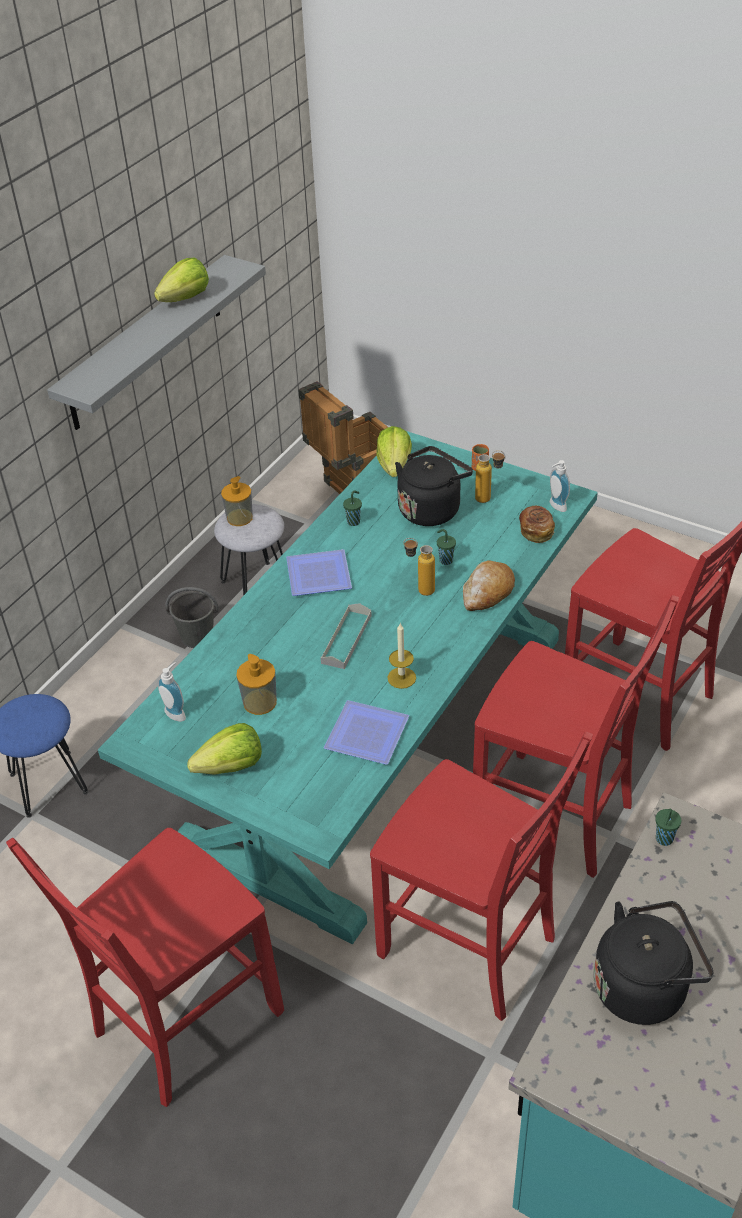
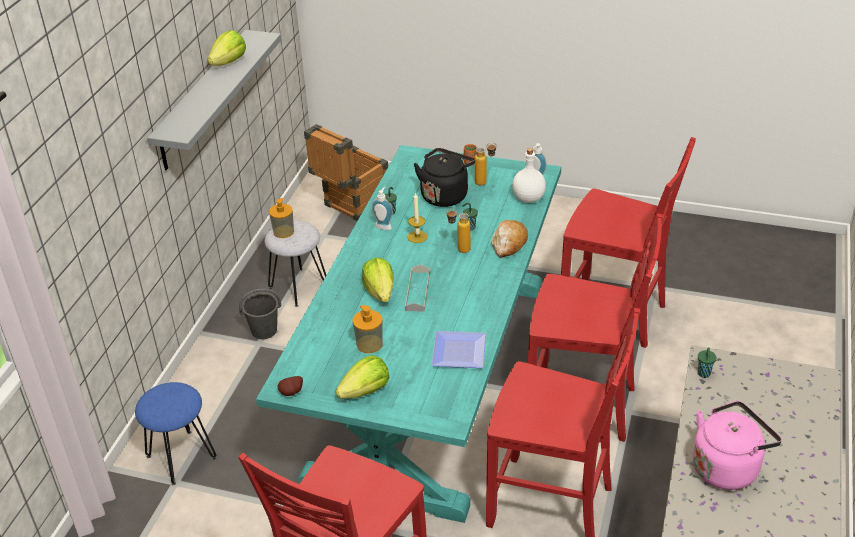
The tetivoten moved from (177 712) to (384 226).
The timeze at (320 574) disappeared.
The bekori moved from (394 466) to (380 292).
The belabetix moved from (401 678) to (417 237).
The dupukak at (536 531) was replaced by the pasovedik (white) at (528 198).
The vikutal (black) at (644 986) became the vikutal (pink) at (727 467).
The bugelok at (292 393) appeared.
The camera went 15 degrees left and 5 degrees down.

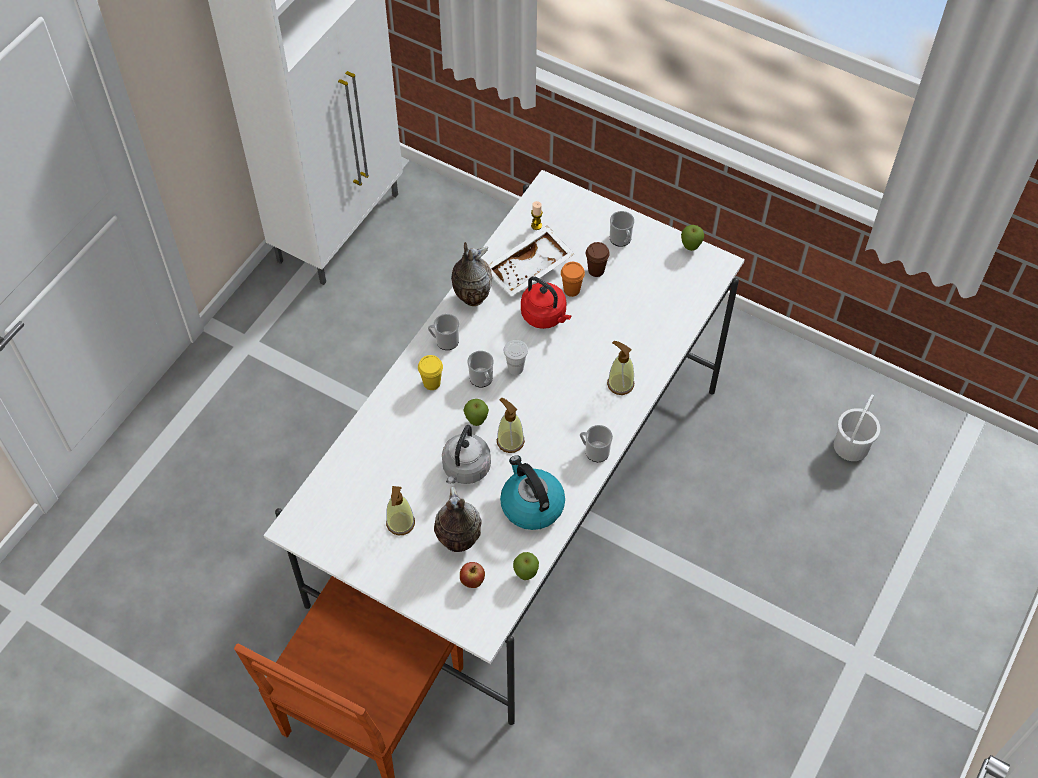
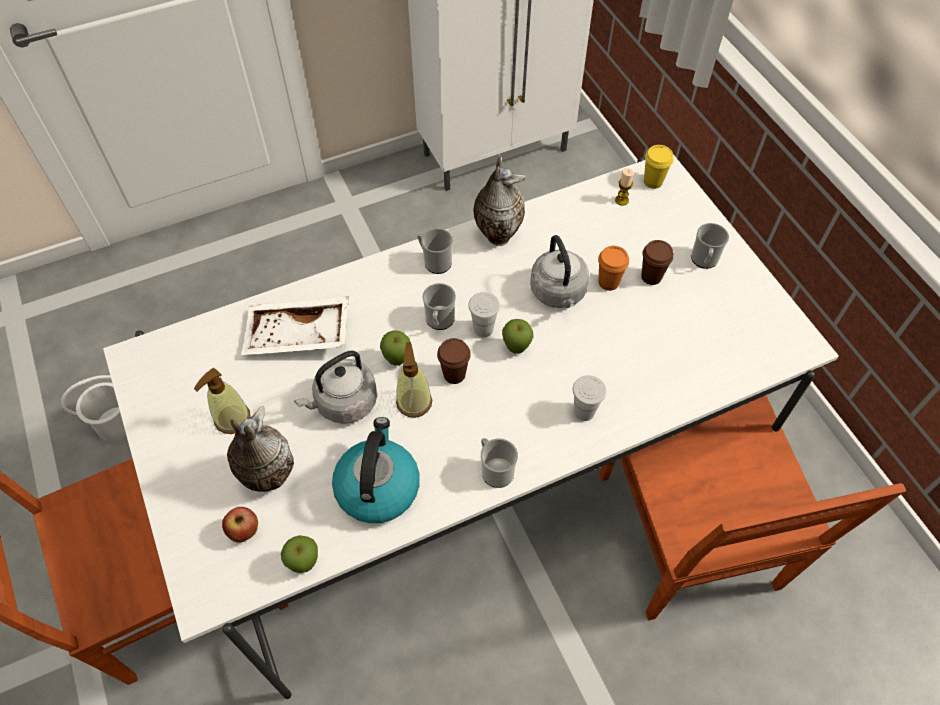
The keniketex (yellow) moved from (431 383) to (653 181).
The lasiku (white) moved from (530 269) to (298 336).
The vikutal (red) at (545 316) became the vikutal (grey) at (559 293).
The tetivoten at (620 384) was replaced by the keniketex (white) at (584 412).
The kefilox moved from (690 248) to (516 348).
The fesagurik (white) moved from (852 446) to (116 424).
The keniketex (brown) at (454 374) appeared.
The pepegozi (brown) at (688 535) appeared.
The camera went 35 degrees right and 0 degrees up.

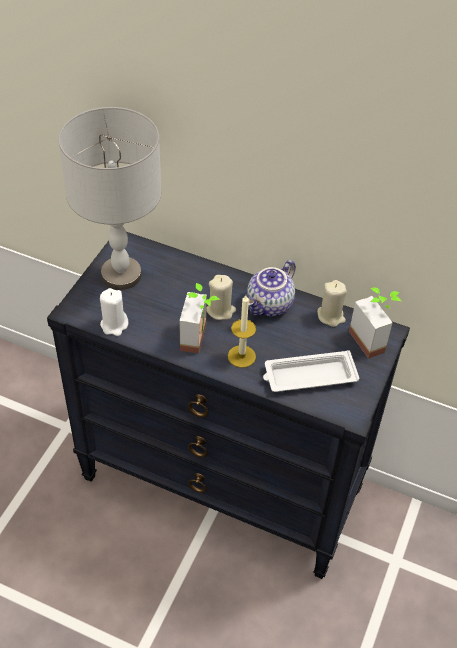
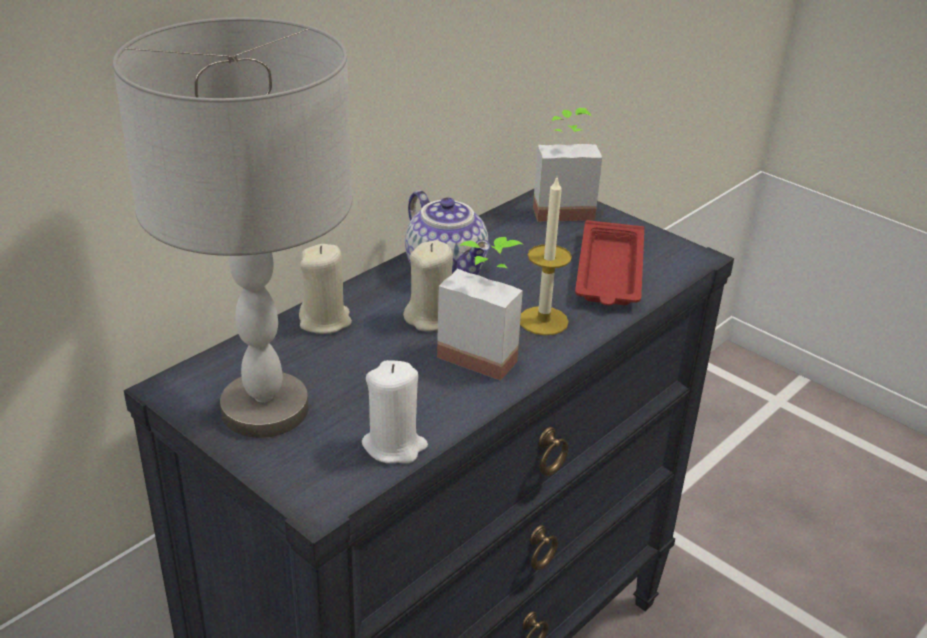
The lasiku (white) at (308 376) became the lasiku (red) at (609 273).
The belabetix (beige) moved from (331 316) to (325 321).
The camera went 70 degrees left and 15 degrees down.

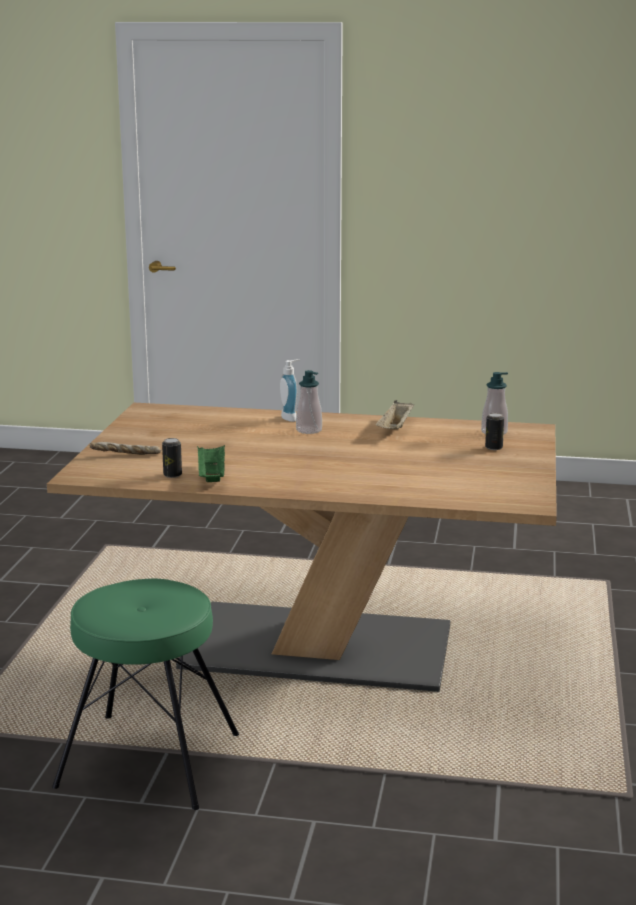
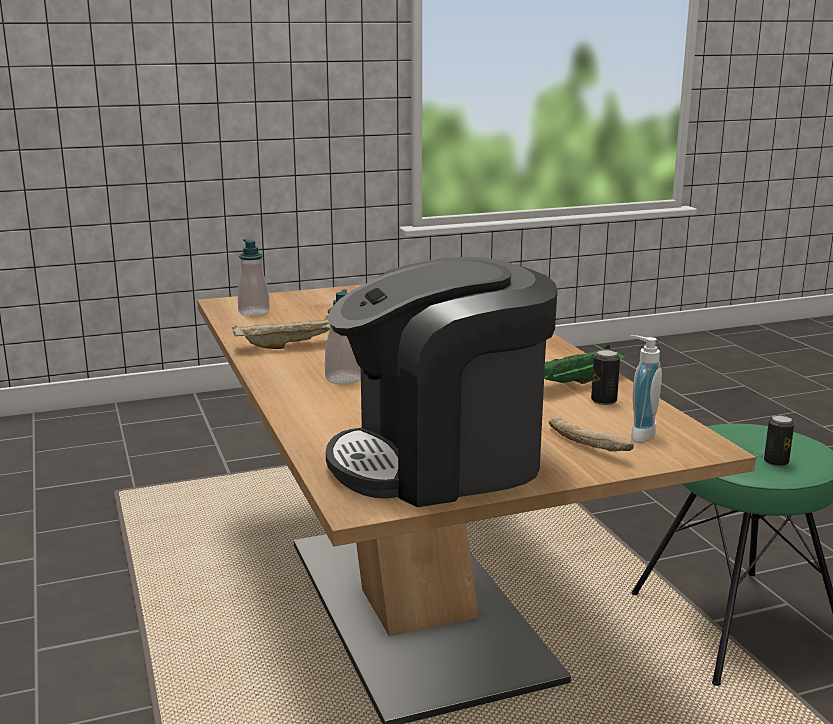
The tetivoten moved from (291 418) to (638 434).
The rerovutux moved from (493 447) to (776 462).
The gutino at (441 461) appeared.
The camera went 120 degrees left and 0 degrees up.

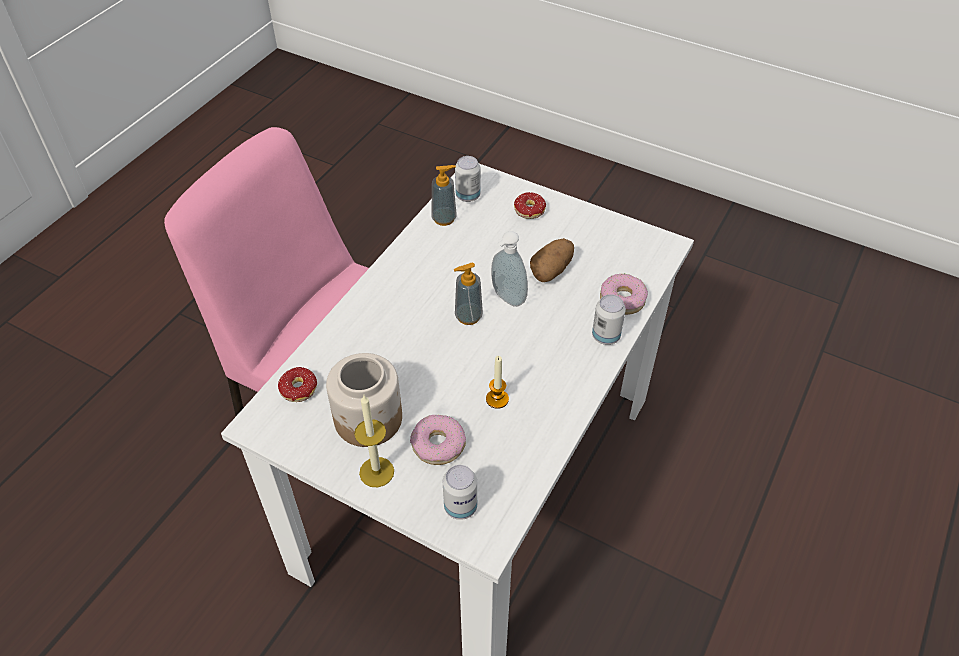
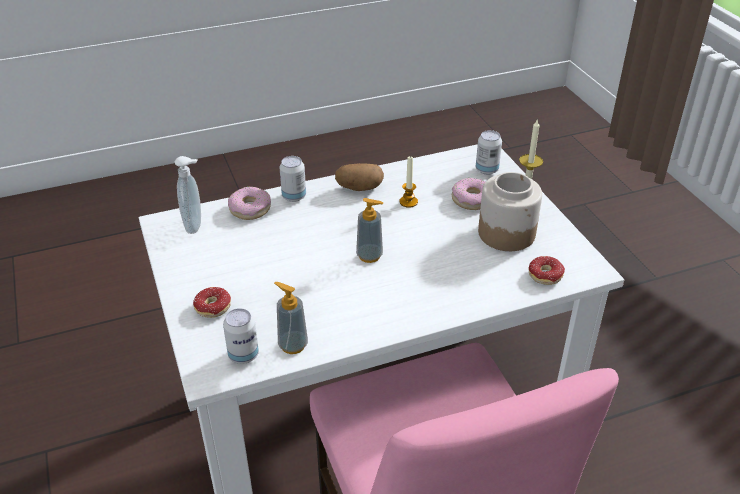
The tetivoten moved from (506 299) to (195 225).
The bugelok moved from (551 270) to (359 188).
The camera went 140 degrees left and 10 degrees down.

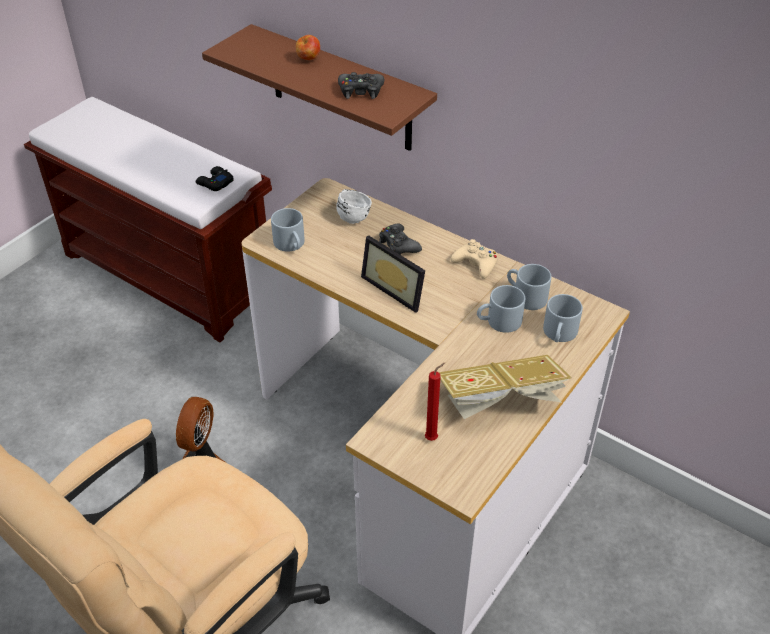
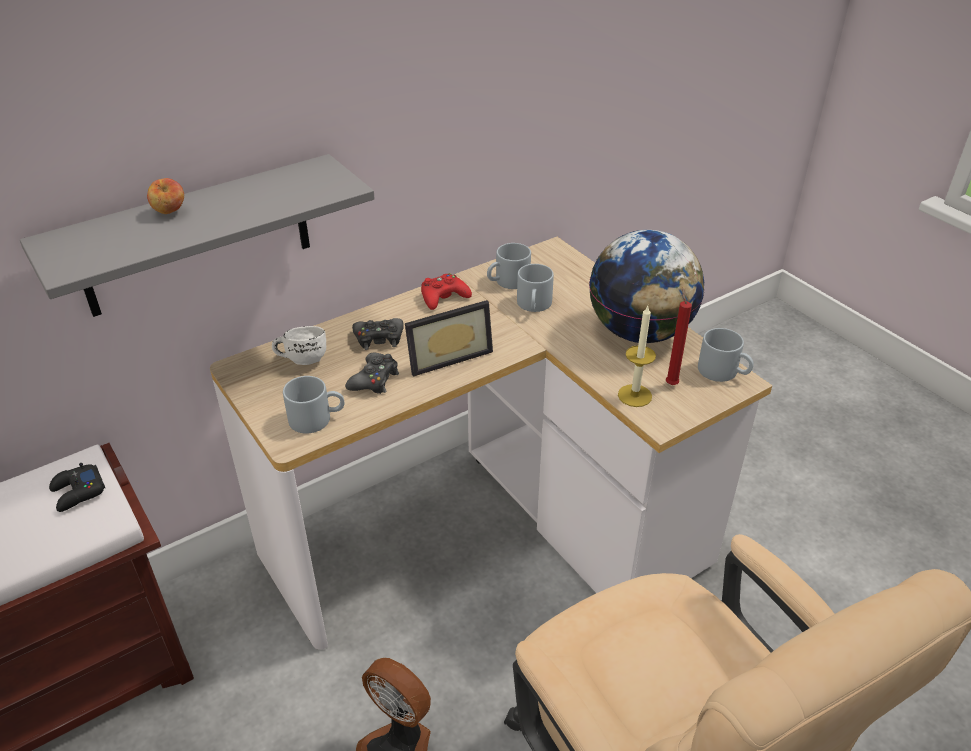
The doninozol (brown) at (340 89) became the doninozol (grey) at (196 237).
The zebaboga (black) moved from (361 91) to (374 380).
The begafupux at (500 402) was replaced by the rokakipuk at (639 332).
The zebaboga (beige) at (476 264) became the zebaboga (red) at (443 297).
The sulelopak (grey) moved from (559 334) to (724 372).
The belabetix at (634 395) appeared.
The camera went 70 degrees left and 5 degrees down.

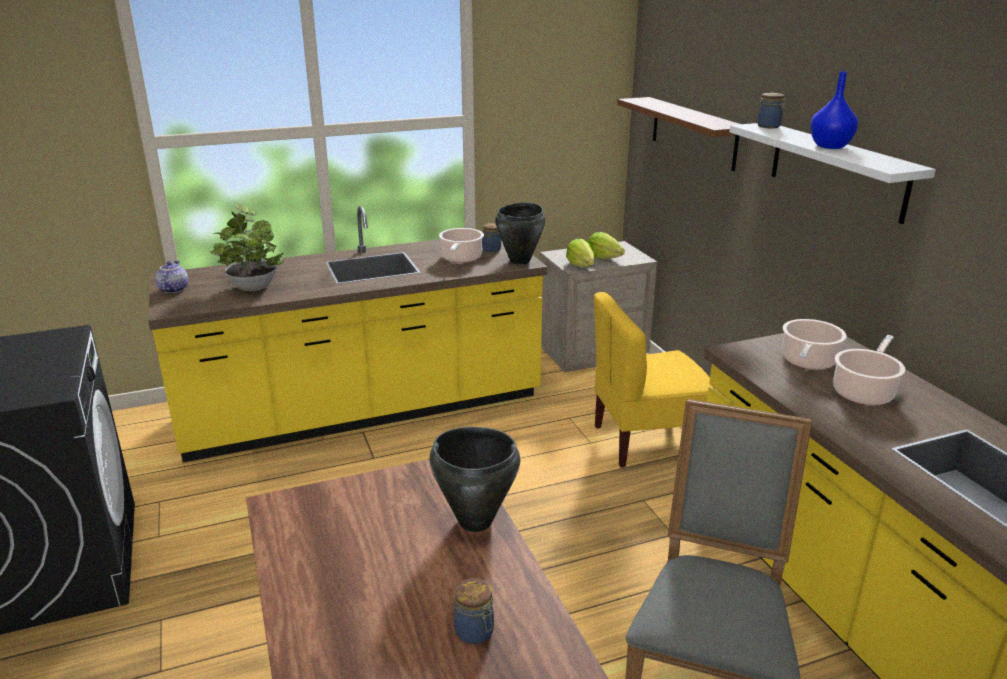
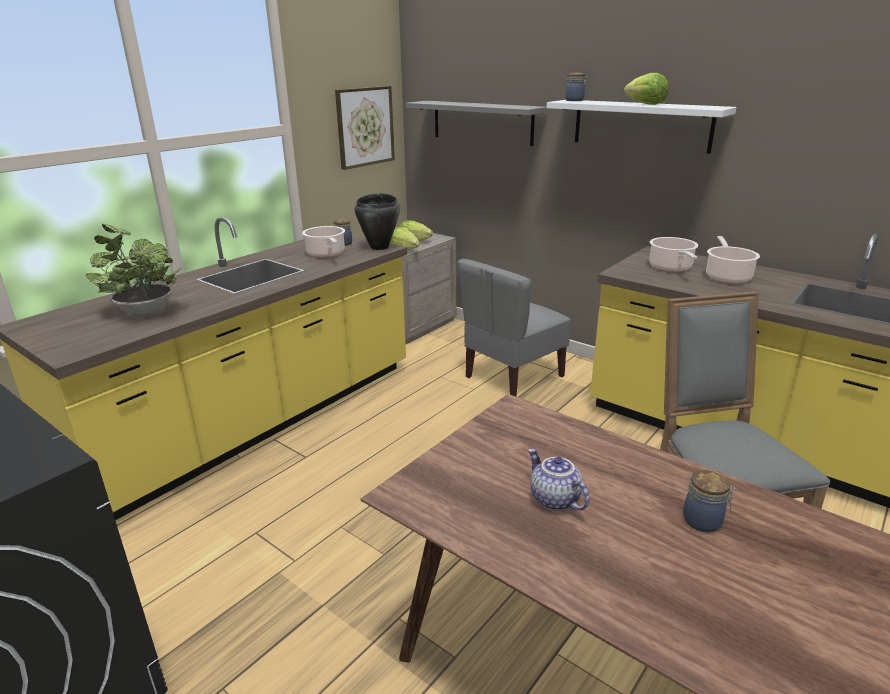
The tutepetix moved from (173 289) to (553 499).
The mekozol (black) at (475 521) disappeared.
The pepegozi (yellow) at (647 442) became the pepegozi (grey) at (512 376).
The doninozol (brown) at (693 132) became the doninozol (grey) at (482 122).
The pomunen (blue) at (829 146) was replaced by the bekori at (645 104).
The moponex at (365 127) appeared.
The camera went 30 degrees left and 0 degrees up.

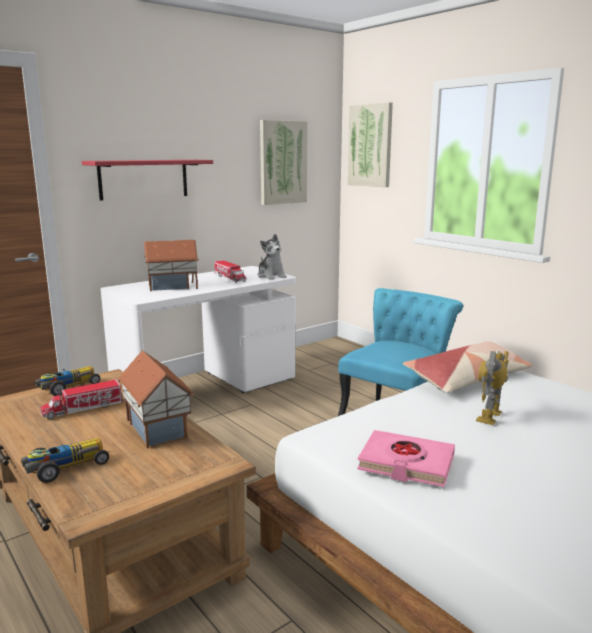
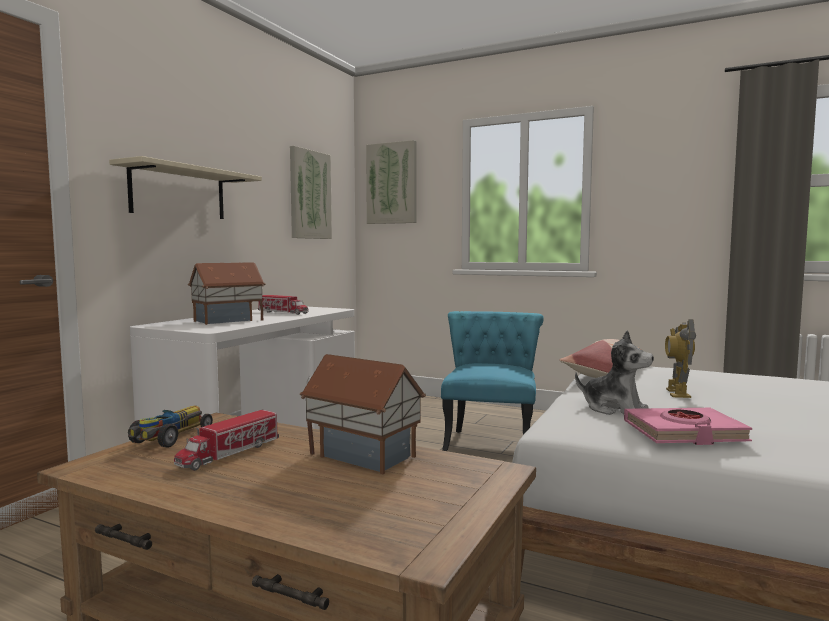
The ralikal at (65 467) disappeared.
The doninozol (red) at (143 179) became the doninozol (beige) at (178 193).
The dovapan moved from (271 276) to (614 409).
The camera went 25 degrees left and 10 degrees down.

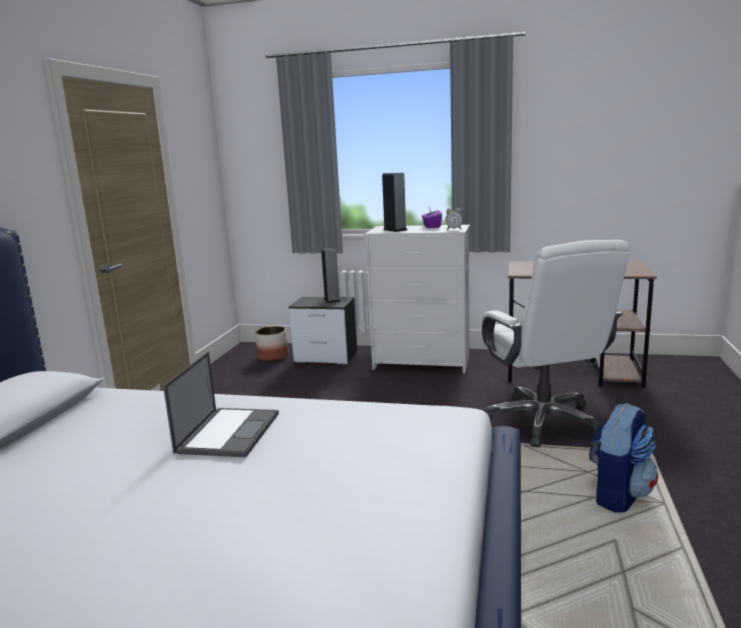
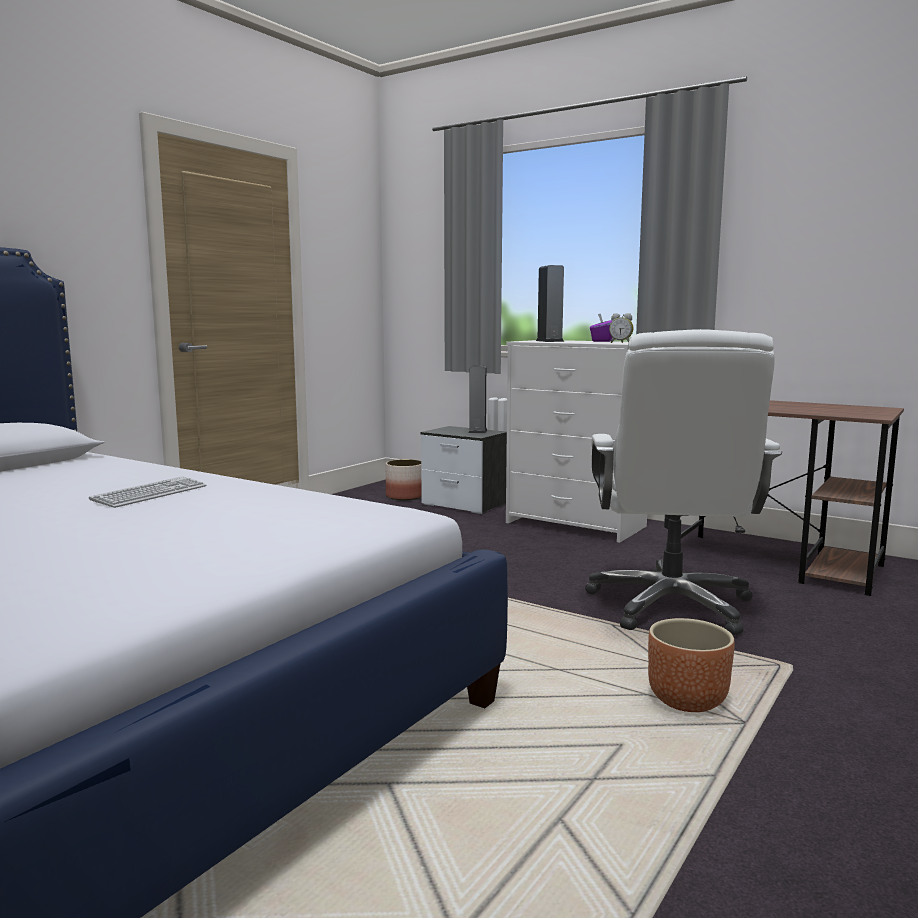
The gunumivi at (229 432) was replaced by the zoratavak at (150 494).
The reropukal at (618 495) was replaced by the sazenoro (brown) at (687 700).
The camera went 20 degrees right and 5 degrees down.

